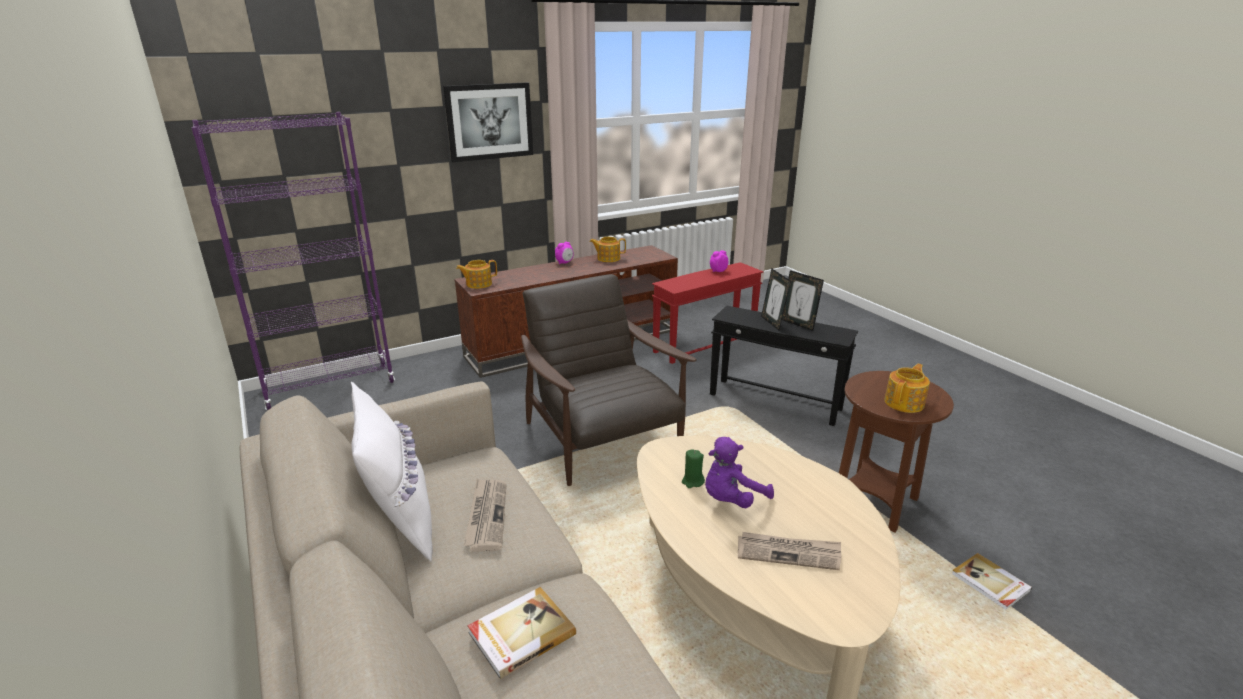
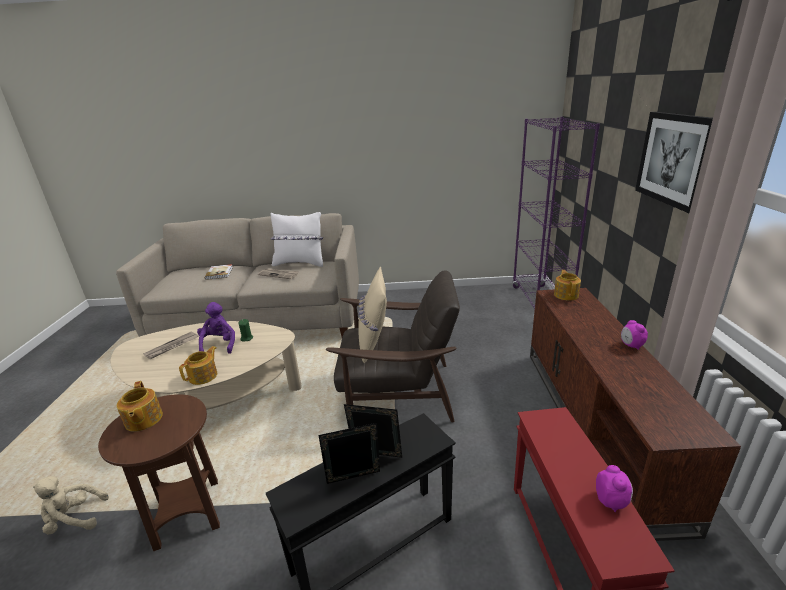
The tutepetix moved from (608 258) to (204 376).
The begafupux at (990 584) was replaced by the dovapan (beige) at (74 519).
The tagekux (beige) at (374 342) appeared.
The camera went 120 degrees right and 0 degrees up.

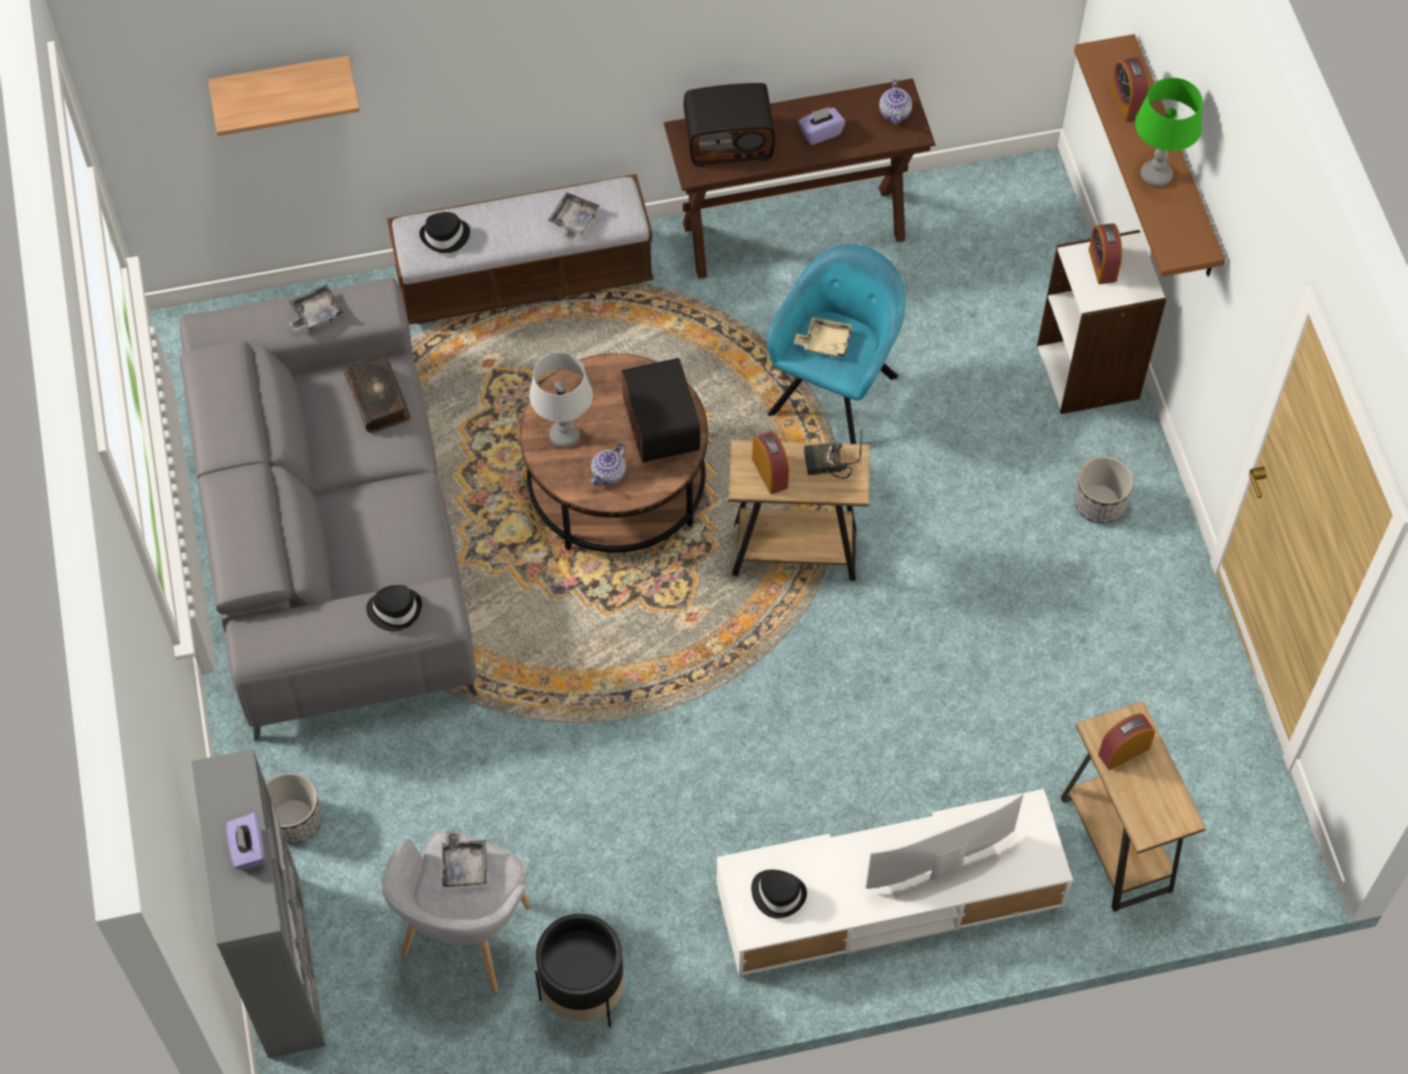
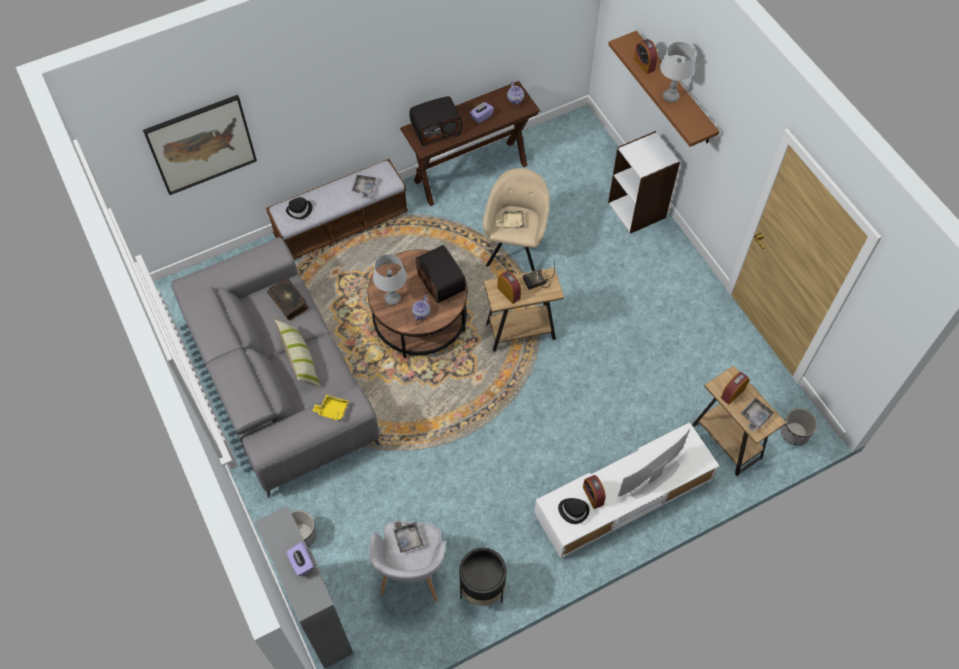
The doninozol at (282 85) was replaced by the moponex at (201 144).
The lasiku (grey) moved from (315 314) to (755 416).
The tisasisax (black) at (395 609) was replaced by the lasiku (yellow) at (332 410).
The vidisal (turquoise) at (835 390) became the vidisal (beige) at (516 246).
The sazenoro moved from (1099 503) to (794 433).
The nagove moved from (1102 265) to (593 495).
The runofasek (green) at (1156 175) became the runofasek (grey) at (671 97).
The tagekux at (300 360) appeared.
The camera went 15 degrees left and 0 degrees up.

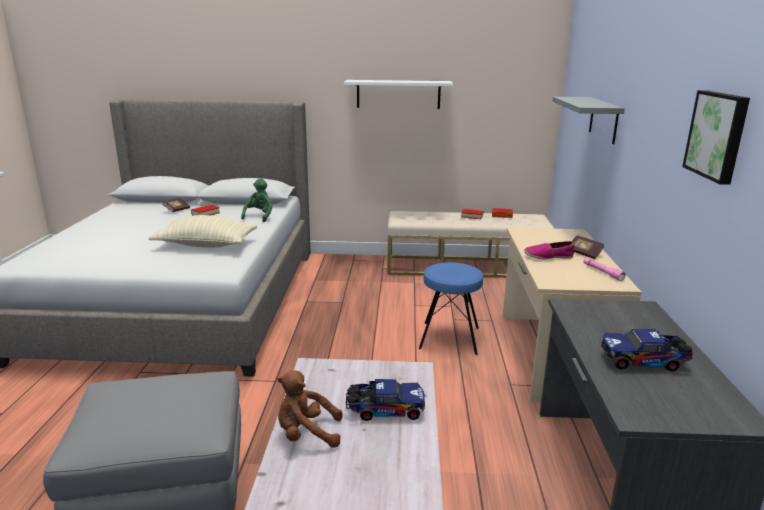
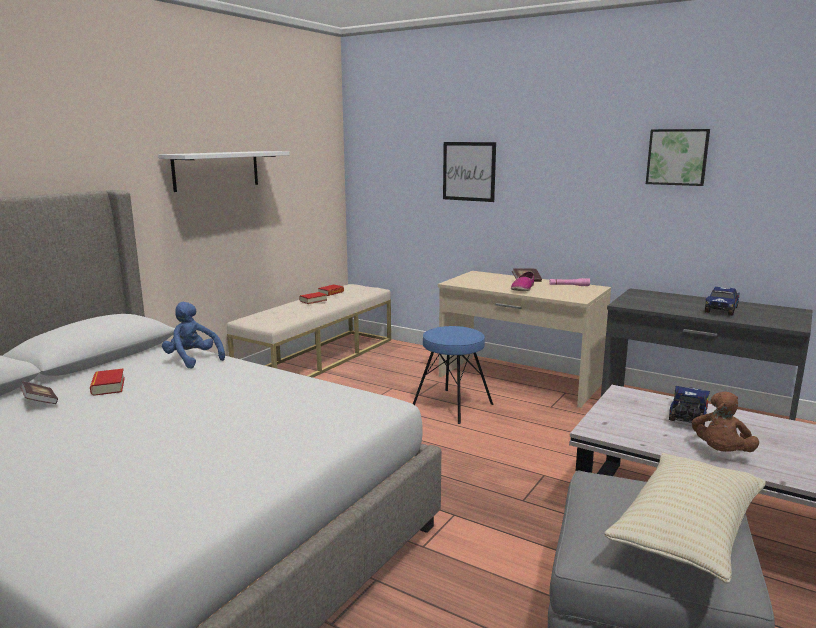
The tagekux (beige) moved from (206 245) to (687 532).
The dovapan (green) at (259 216) became the dovapan (blue) at (192 360).
The doninozol (grey) at (603 120) was replaced by the moponex at (469 171).
The camera went 60 degrees left and 5 degrees down.

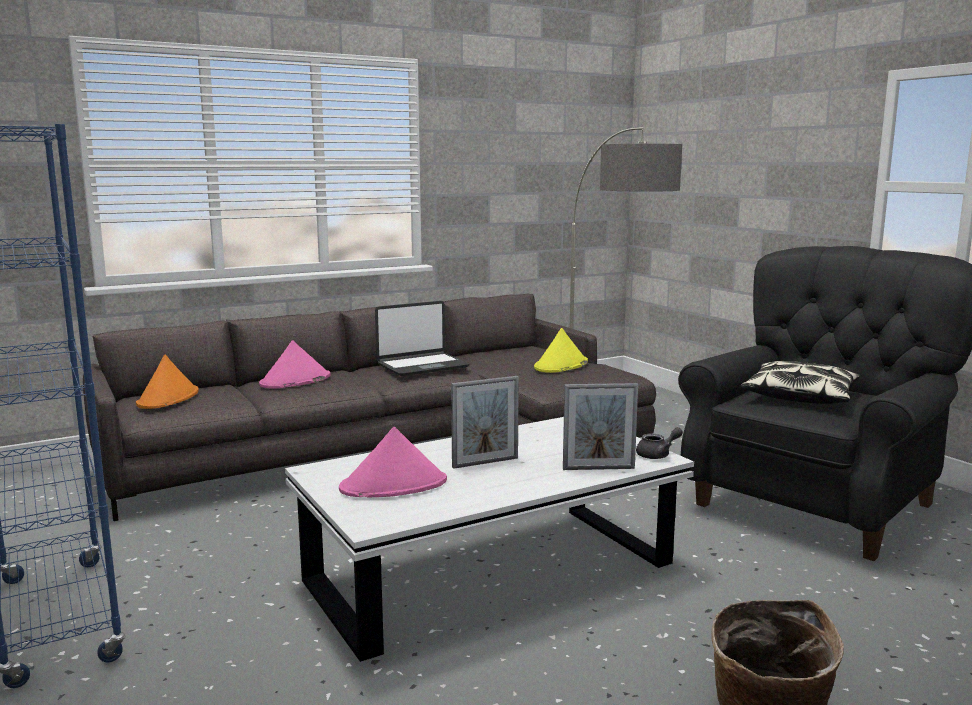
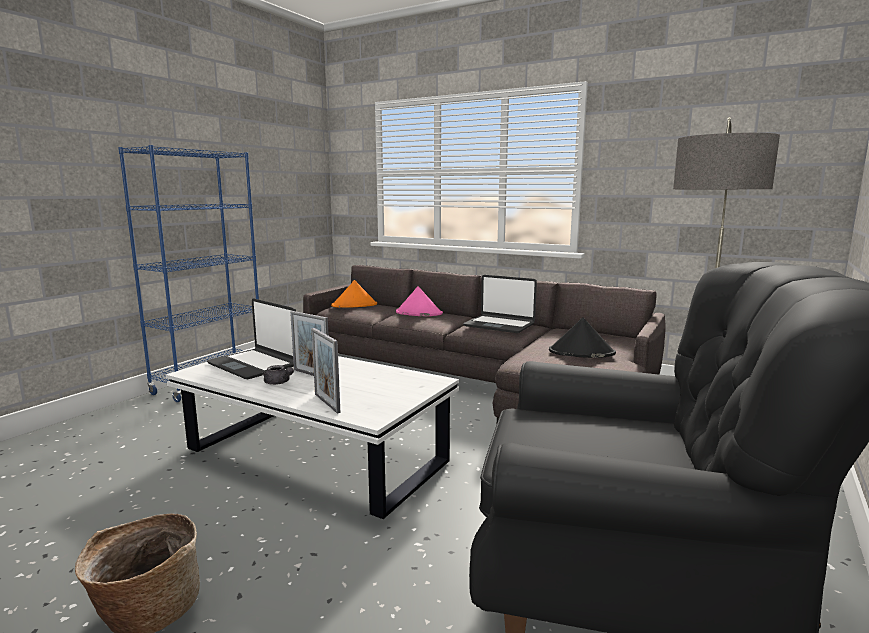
The tisasisax (pink) at (394 485) was replaced by the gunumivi at (254 364).
The tisasisax (yellow) at (561 365) became the tisasisax (black) at (581 352).
The tutepetix (grey) moved from (657 455) to (278 383).
The tagekux at (800 396) disappeared.
The camera went 60 degrees right and 0 degrees up.

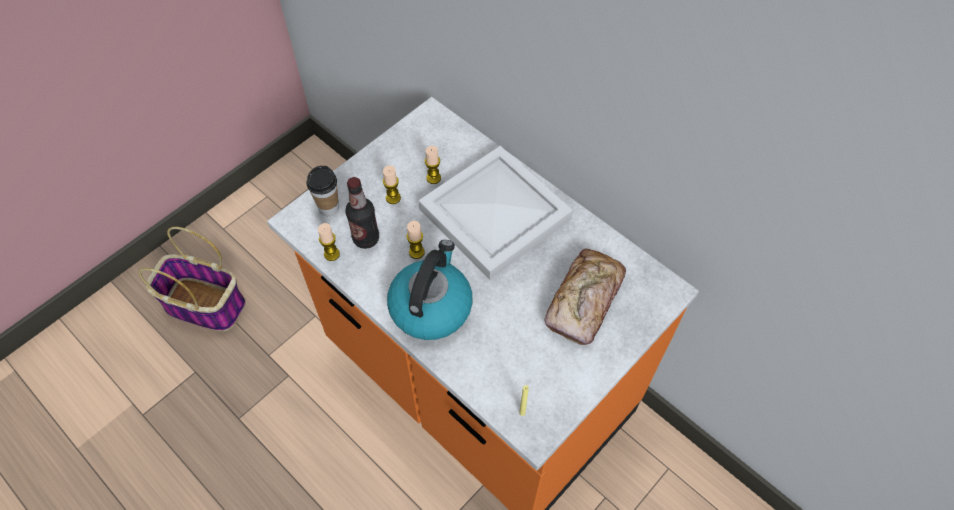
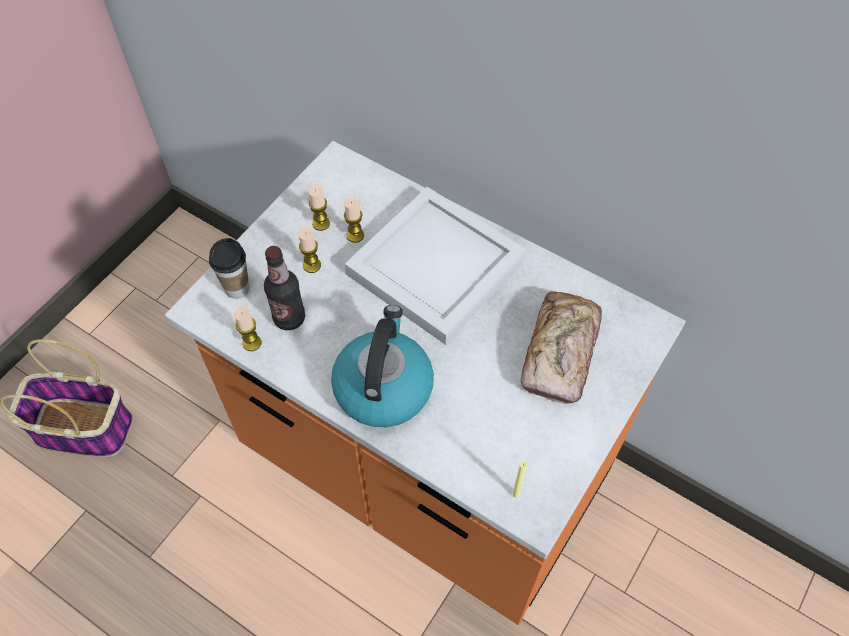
The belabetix moved from (416 252) to (321 223).
The camera went 10 degrees left and 0 degrees up.

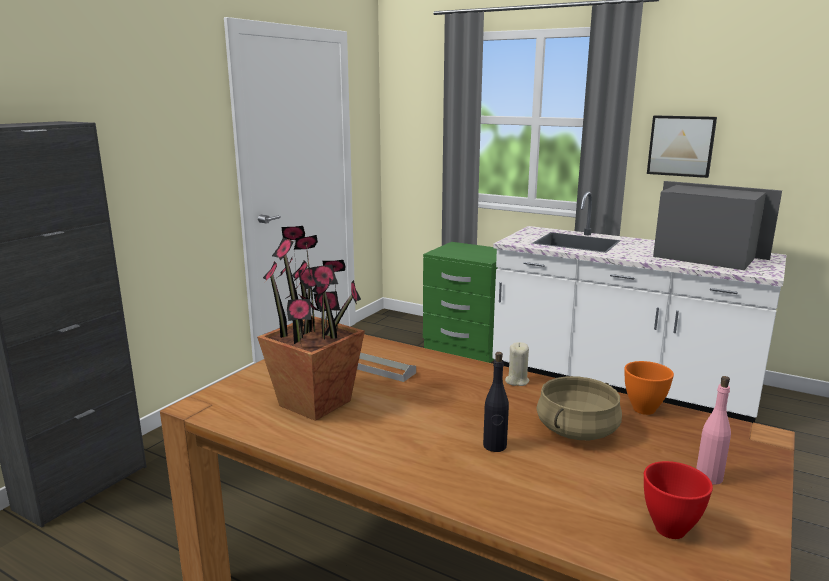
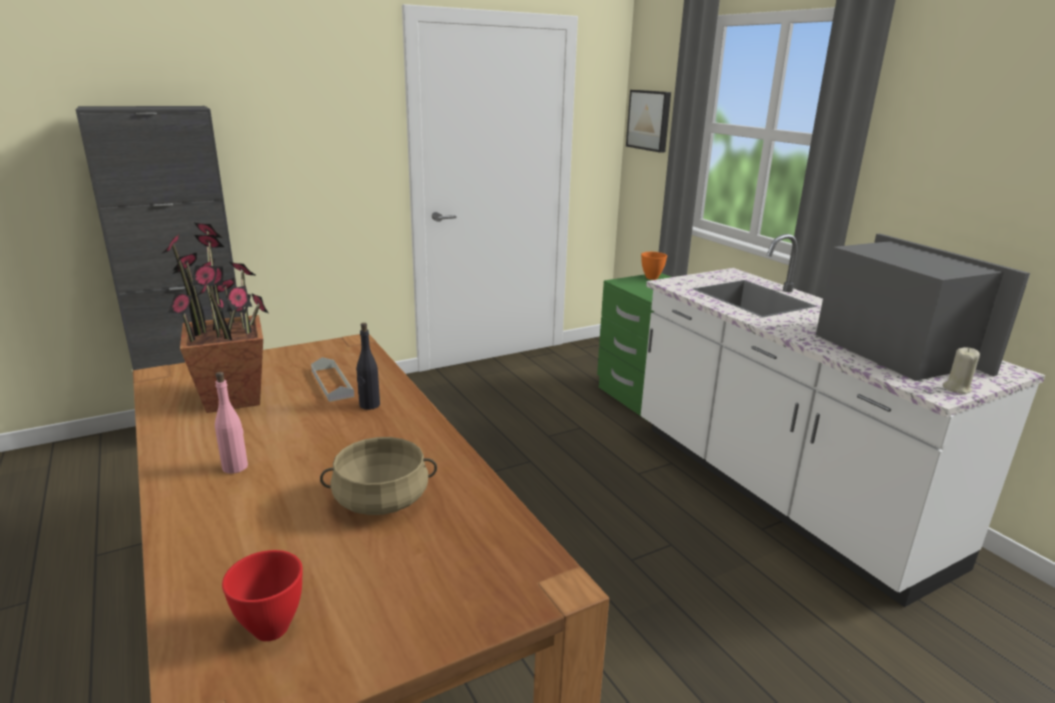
The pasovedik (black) moved from (494 446) to (369 405).
The belabetix (beige) moved from (517 381) to (956 388).
The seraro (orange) moved from (644 409) to (652 278).
The moponex moved from (681 146) to (650 120).
The pasovedik (pink) moved from (708 477) to (235 467).
The camera went 30 degrees right and 5 degrees up.

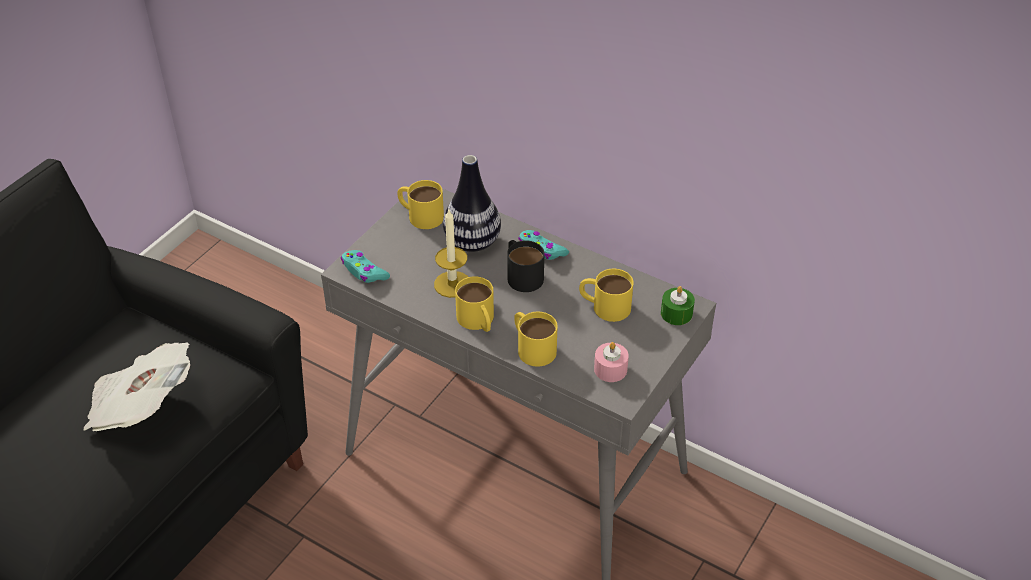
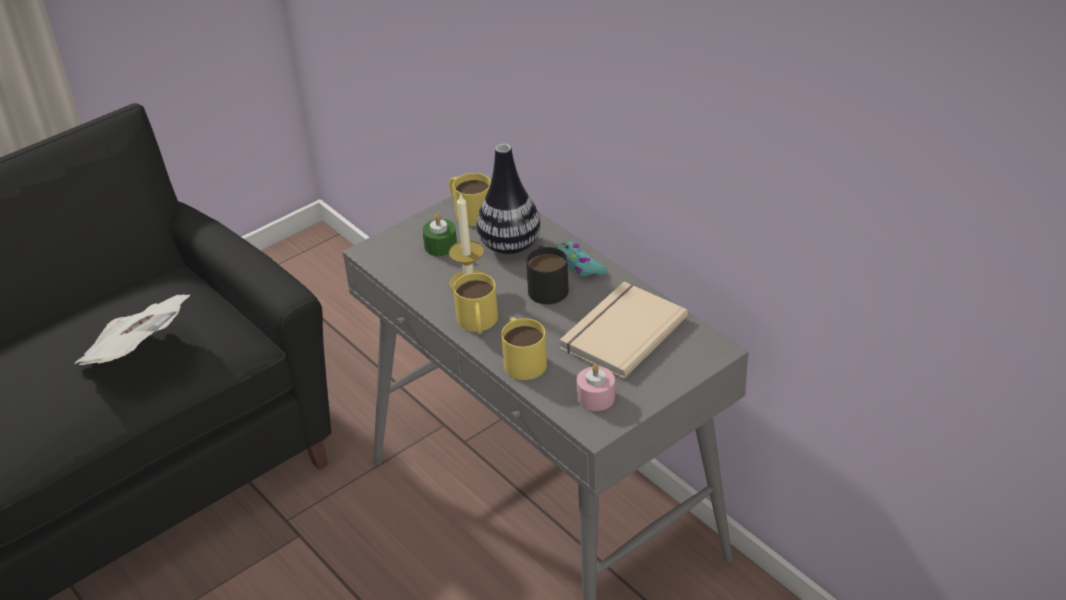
The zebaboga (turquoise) at (364 271) disappeared.
The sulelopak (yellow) at (604 306) was replaced by the begafupux (beige) at (620 332).
The belabetix (green) moved from (676 313) to (440 246).
The camera went 20 degrees right and 5 degrees down.

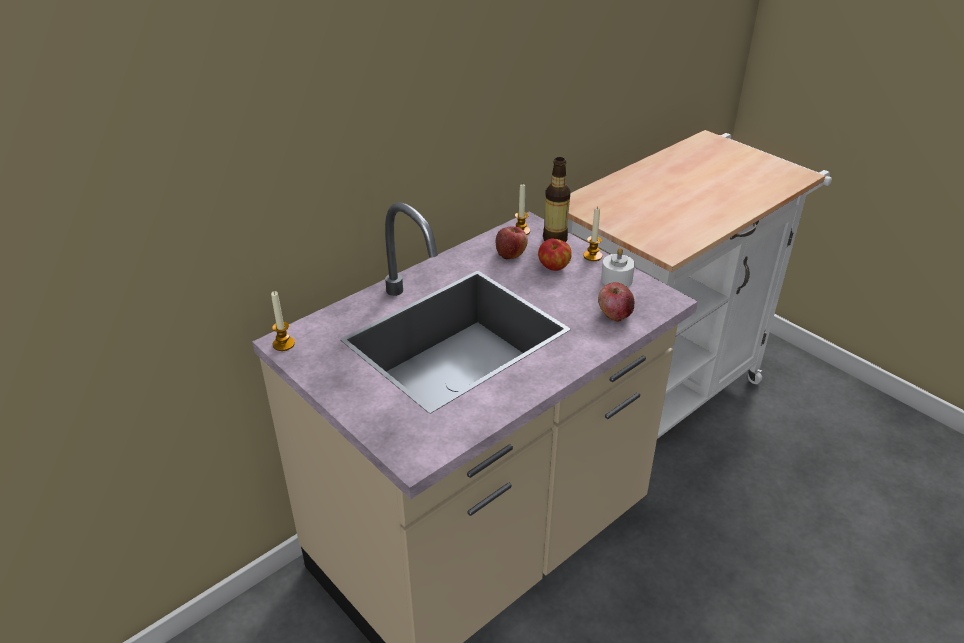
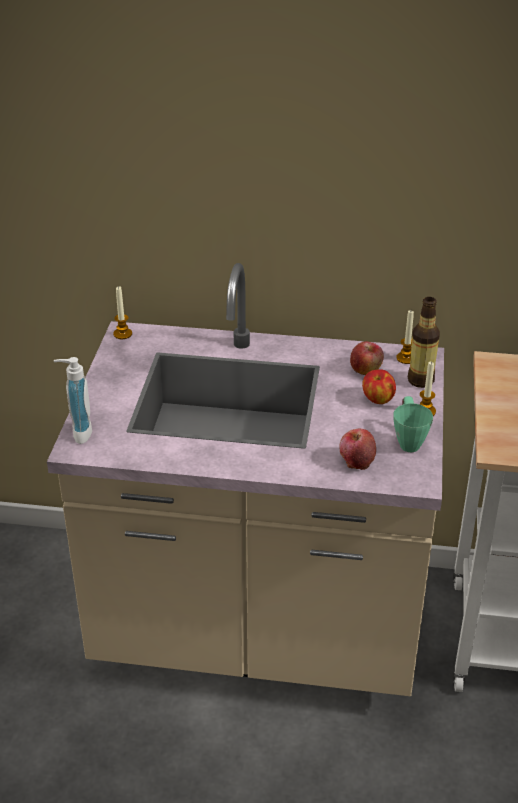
The belabetix (white) at (616 279) was replaced by the sulelopak (green) at (408 440).
The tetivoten at (78 432) appeared.
The camera went 50 degrees right and 0 degrees up.

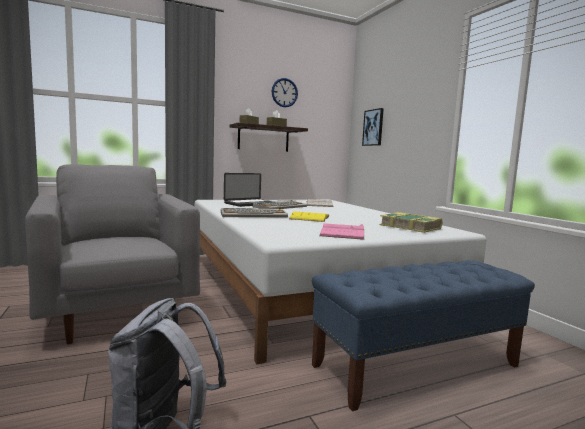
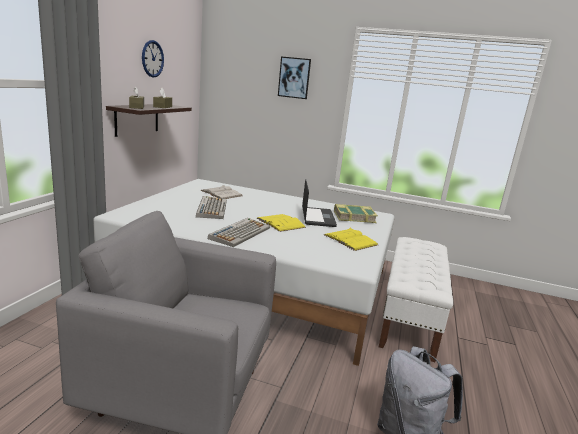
The gunumivi moved from (250 204) to (318 217).
The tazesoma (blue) at (417 365) became the tazesoma (white) at (409 317).
The begafupux (pink) at (342 232) became the begafupux (yellow) at (350 240).
The moponex moved from (373 127) to (294 78).
The camera went 50 degrees left and 10 degrees up.

